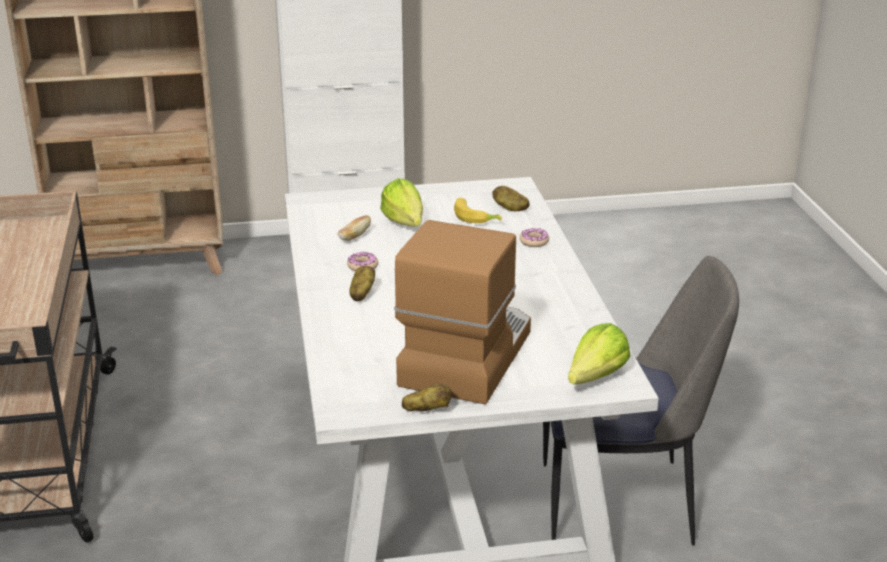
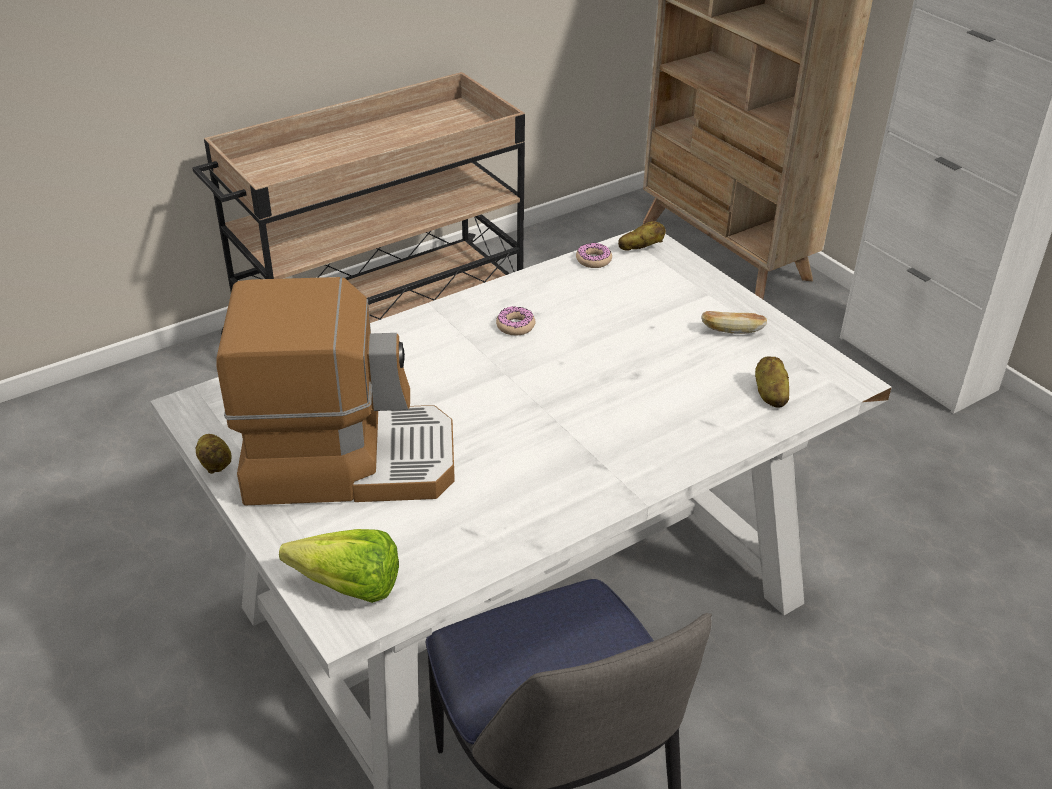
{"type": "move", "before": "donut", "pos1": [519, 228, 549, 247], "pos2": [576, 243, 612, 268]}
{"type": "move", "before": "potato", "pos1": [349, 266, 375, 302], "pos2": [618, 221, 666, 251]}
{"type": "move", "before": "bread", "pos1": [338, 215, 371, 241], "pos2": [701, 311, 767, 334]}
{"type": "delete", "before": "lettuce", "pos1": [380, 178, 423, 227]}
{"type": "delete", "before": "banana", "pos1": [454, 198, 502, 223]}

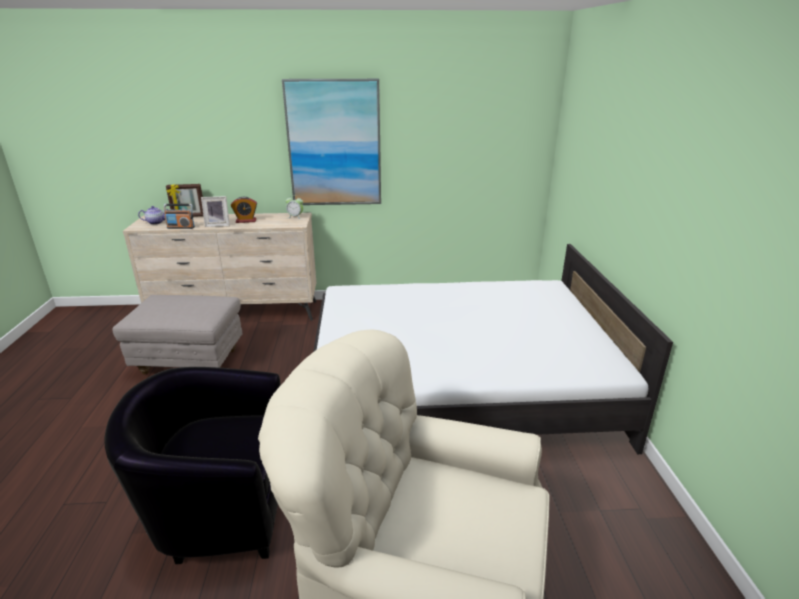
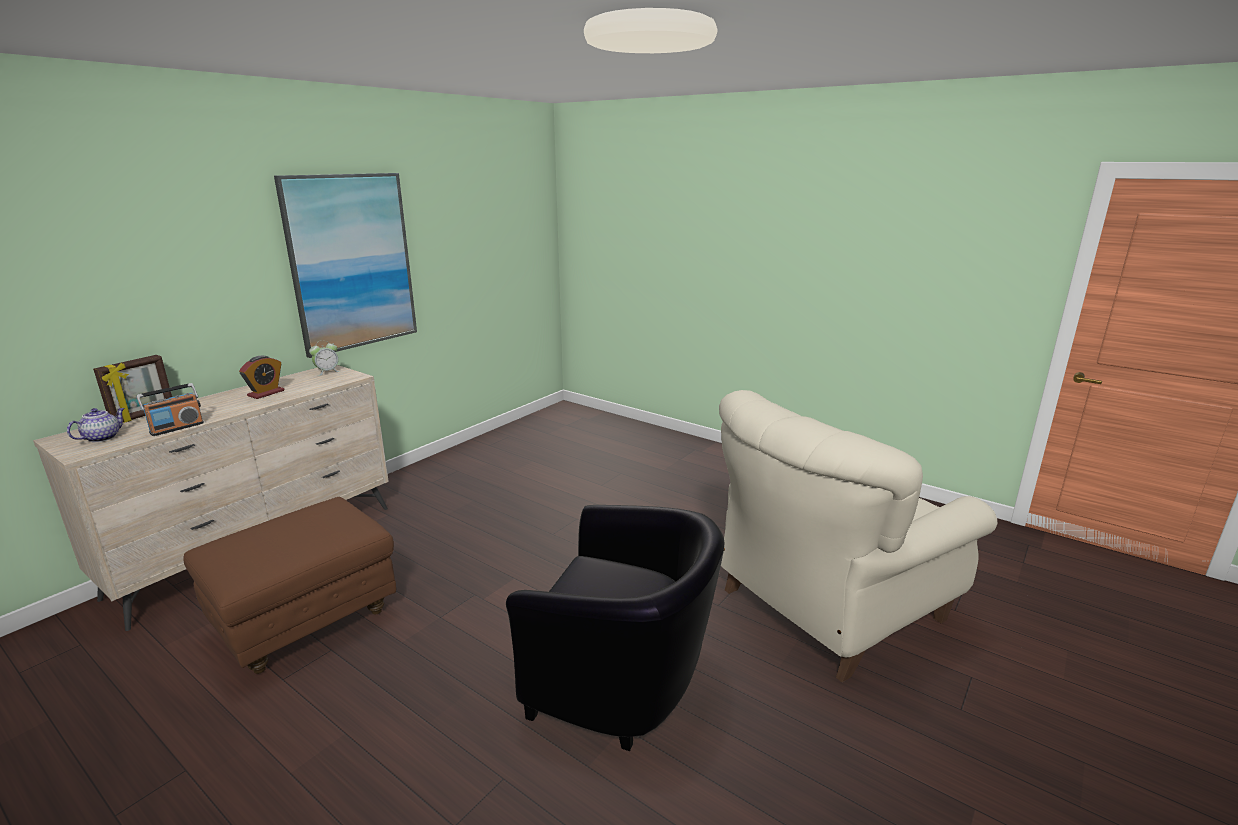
{"type": "recolor", "before": "grey ottoman", "after": "brown ottoman", "pos1": [112, 295, 242, 374], "pos2": [183, 497, 396, 674]}
{"type": "rotate", "before": "black armchair", "pos1": [104, 367, 281, 564], "pos2": [506, 505, 724, 751], "turn": -105}
{"type": "delete", "before": "picture frame", "pos1": [201, 196, 230, 227]}
{"type": "delete", "before": "white bed", "pos1": [313, 244, 673, 454]}

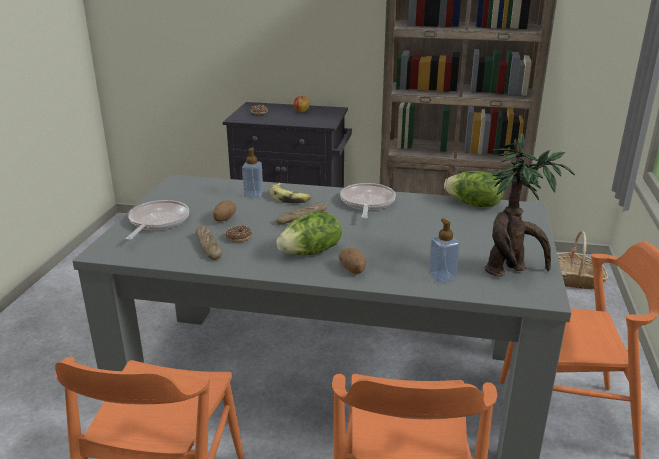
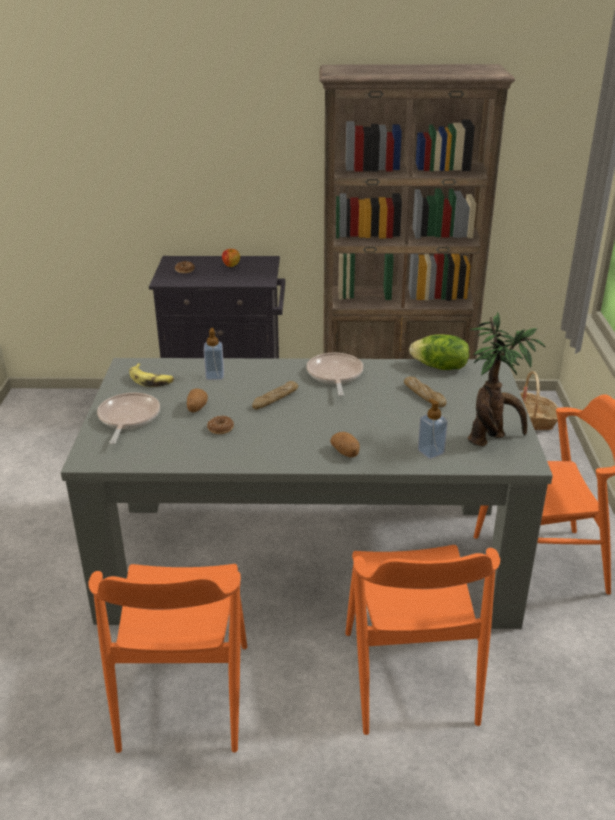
{"type": "move", "before": "banana", "pos1": [270, 183, 311, 204], "pos2": [129, 363, 174, 387]}
{"type": "move", "before": "bread", "pos1": [196, 226, 222, 260], "pos2": [404, 377, 446, 408]}
{"type": "delete", "before": "lettuce", "pos1": [276, 212, 342, 255]}

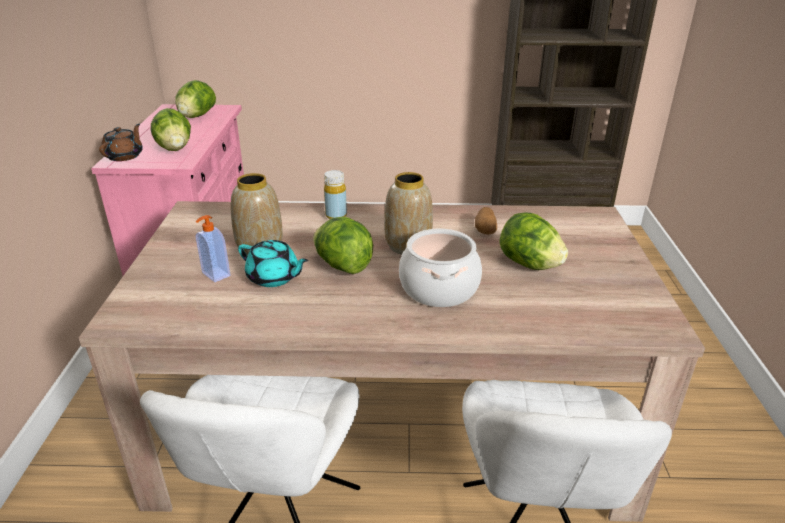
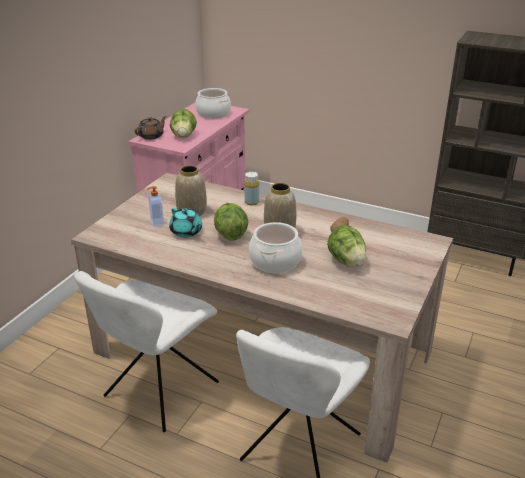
{"type": "replace", "before": "lettuce", "after": "cooking pot", "pos1": [175, 80, 216, 118], "pos2": [195, 88, 231, 119]}

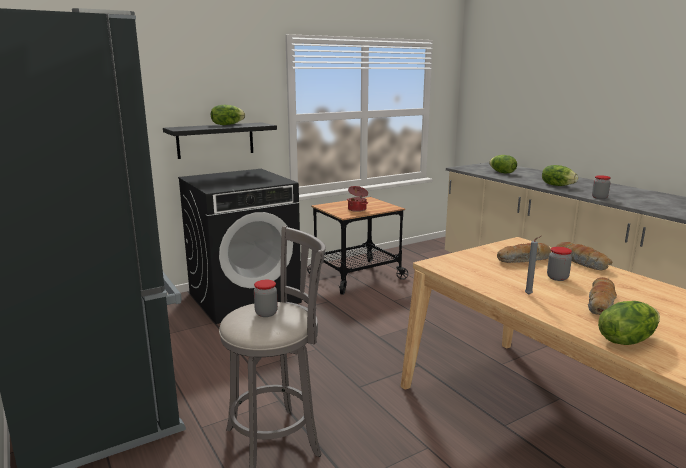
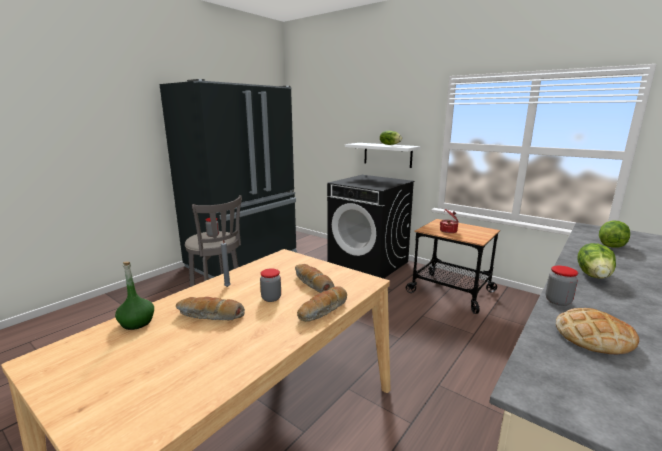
{"type": "replace", "before": "lettuce", "after": "green bottle", "pos1": [598, 301, 660, 345], "pos2": [115, 262, 154, 330]}
{"type": "recolor", "before": "black shelf", "after": "white shelf", "pos1": [163, 122, 277, 159], "pos2": [345, 143, 421, 168]}
{"type": "insert", "after": "bread", "pos2": [556, 308, 639, 354]}

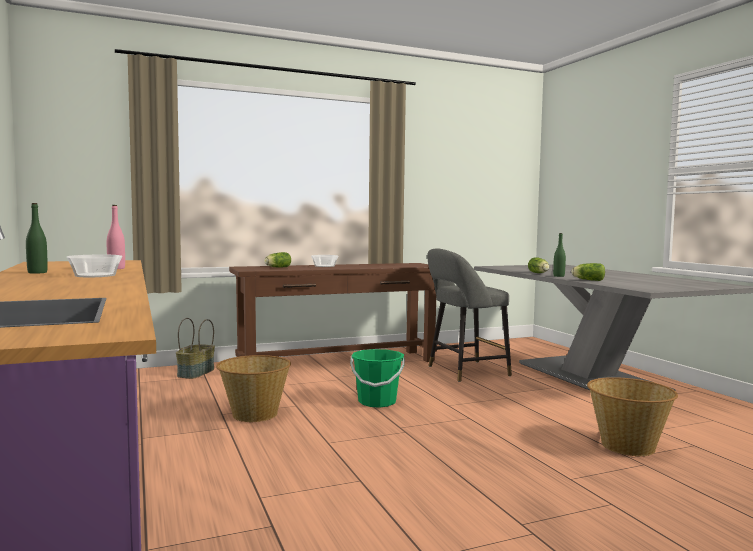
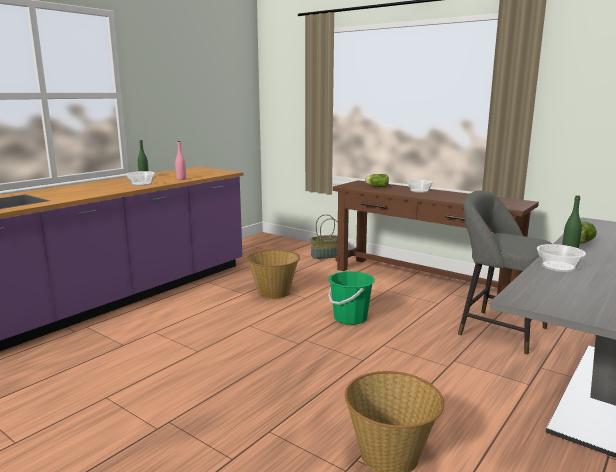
{"type": "replace", "before": "lettuce", "after": "bowl", "pos1": [571, 263, 605, 281], "pos2": [537, 244, 586, 272]}

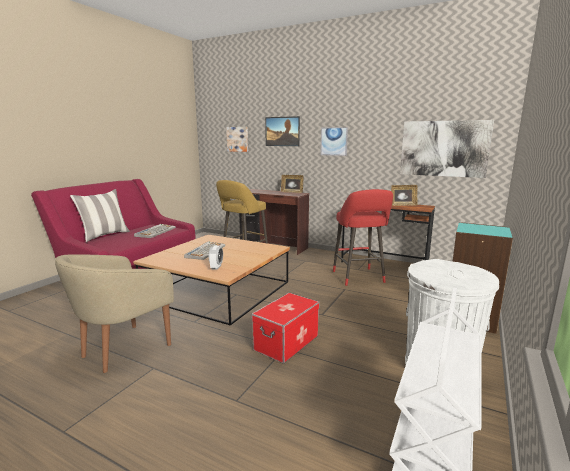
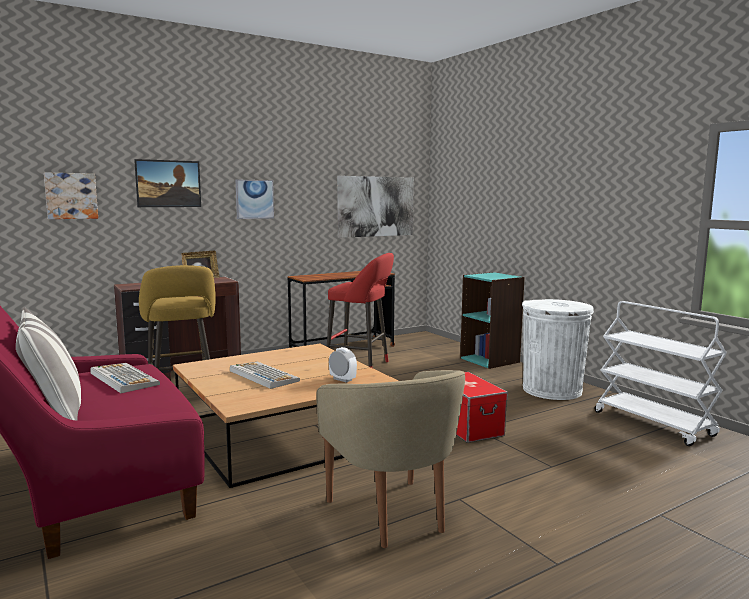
{"type": "delete", "before": "picture frame", "pos1": [391, 185, 418, 206]}

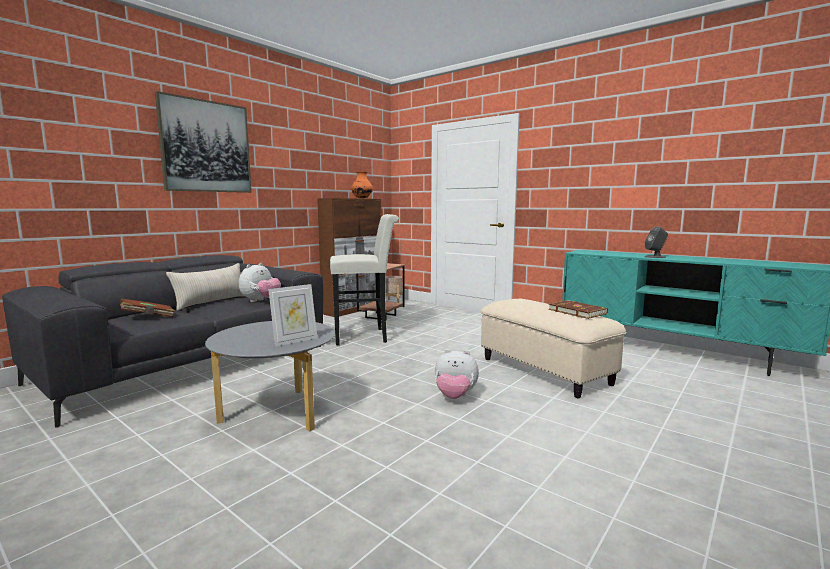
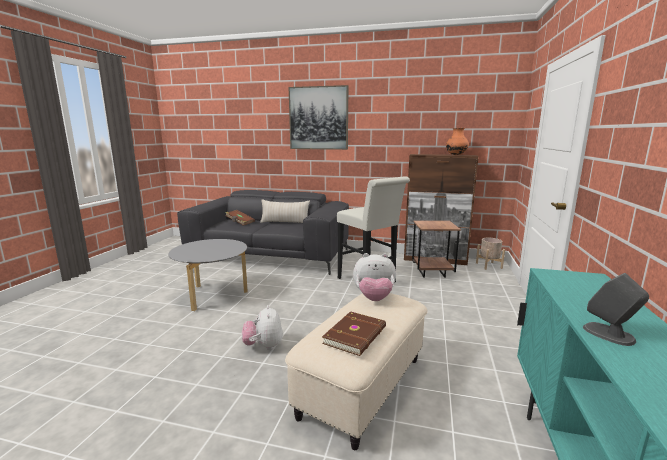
{"type": "move", "before": "plush toy", "pos1": [239, 263, 281, 302], "pos2": [353, 253, 396, 301]}
{"type": "delete", "before": "picture frame", "pos1": [268, 284, 317, 347]}

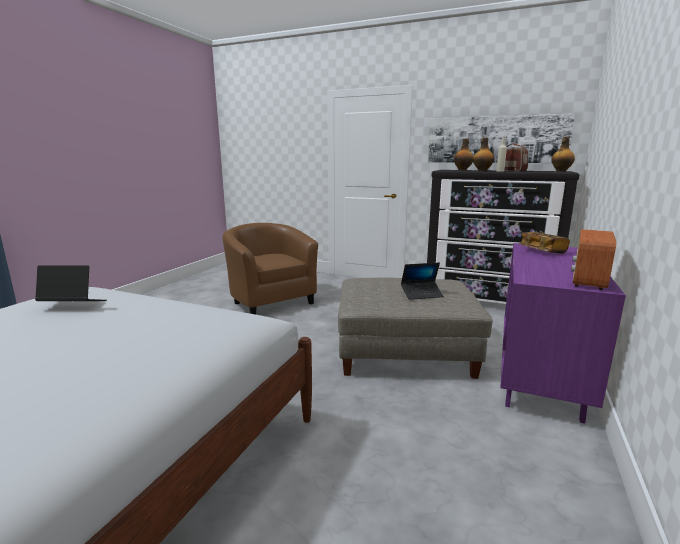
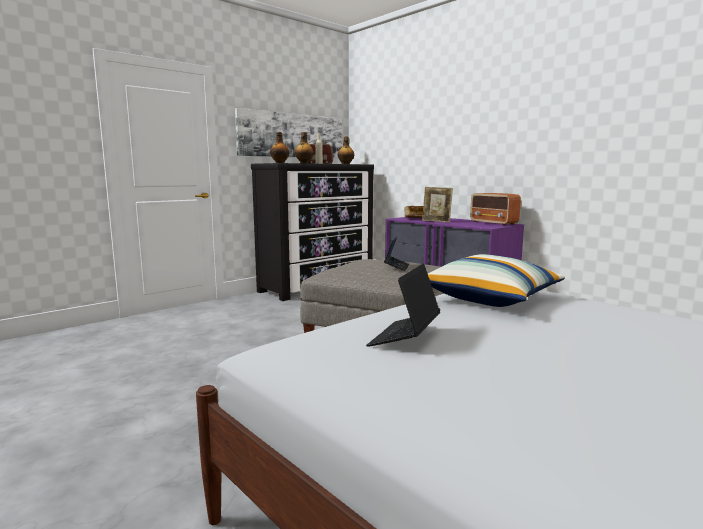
{"type": "insert", "after": "picture frame", "pos2": [422, 187, 453, 223]}
{"type": "insert", "after": "pillow", "pos2": [428, 254, 565, 307]}
{"type": "delete", "before": "brown armchair", "pos1": [223, 223, 318, 314]}

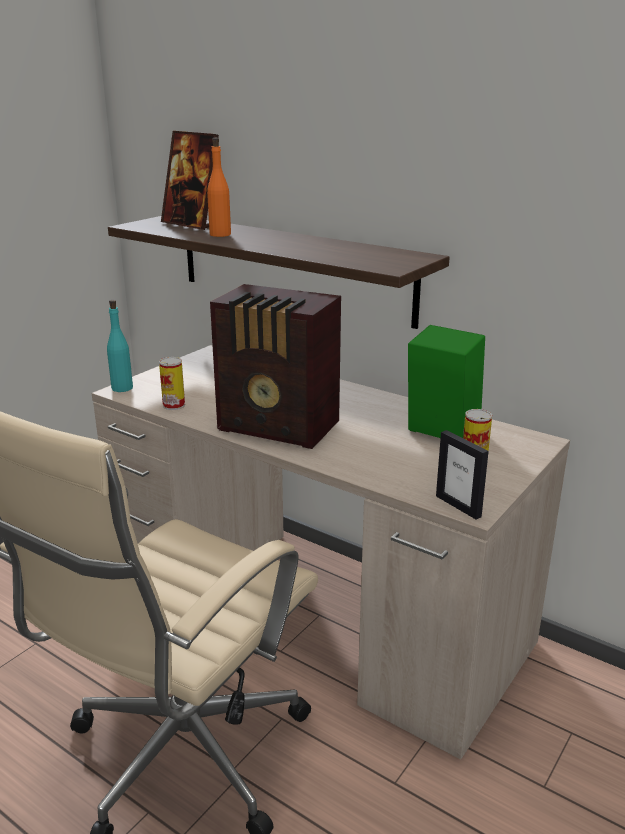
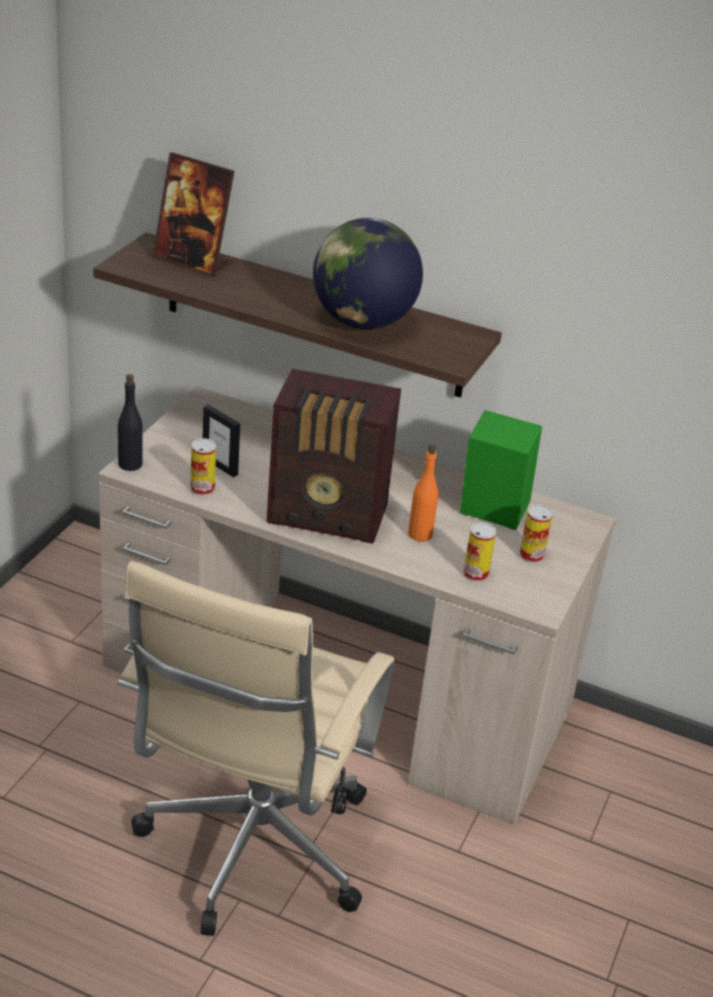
{"type": "recolor", "before": "turquoise bottle", "after": "black bottle", "pos1": [107, 300, 133, 392], "pos2": [118, 374, 143, 471]}
{"type": "move", "before": "picture frame", "pos1": [436, 430, 489, 519], "pos2": [203, 405, 240, 477]}
{"type": "insert", "after": "globe", "pos2": [313, 218, 423, 329]}
{"type": "move", "before": "orange bottle", "pos1": [207, 138, 231, 237], "pos2": [408, 443, 438, 542]}
{"type": "insert", "after": "can", "pos2": [463, 522, 496, 582]}

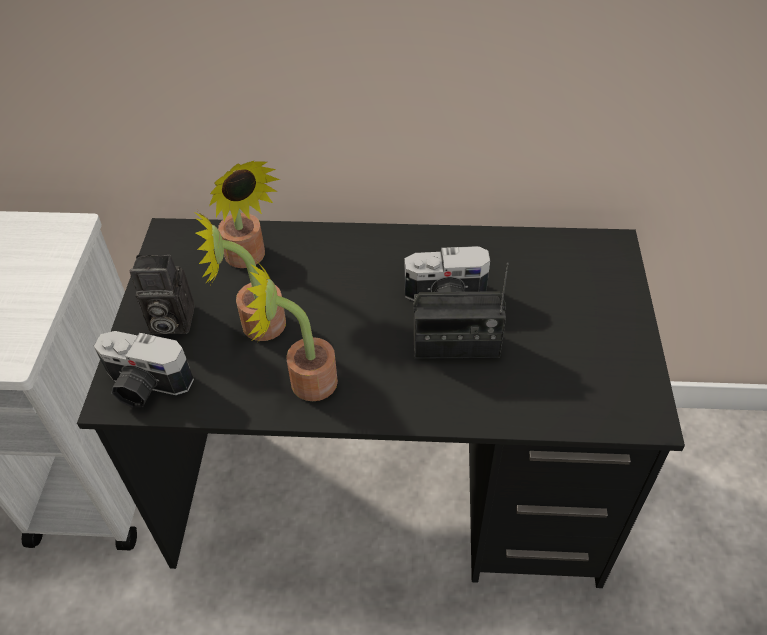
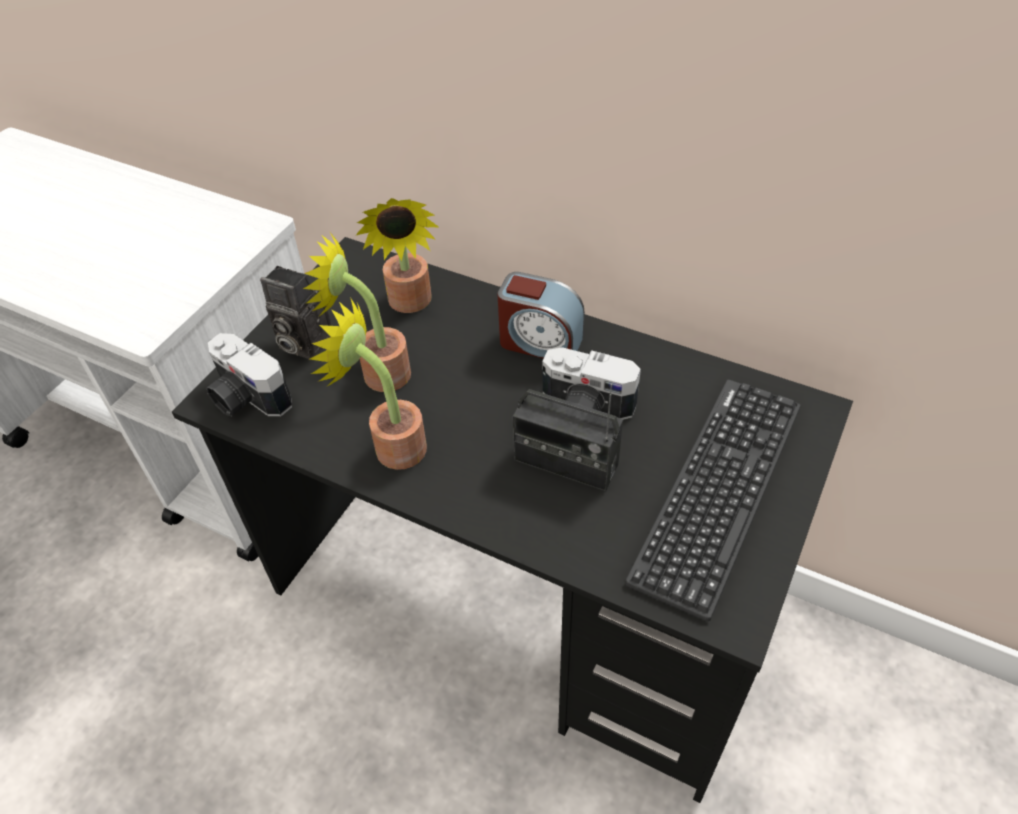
{"type": "insert", "after": "alarm clock", "pos2": [497, 272, 585, 358]}
{"type": "insert", "after": "keyboard", "pos2": [625, 380, 801, 621]}

